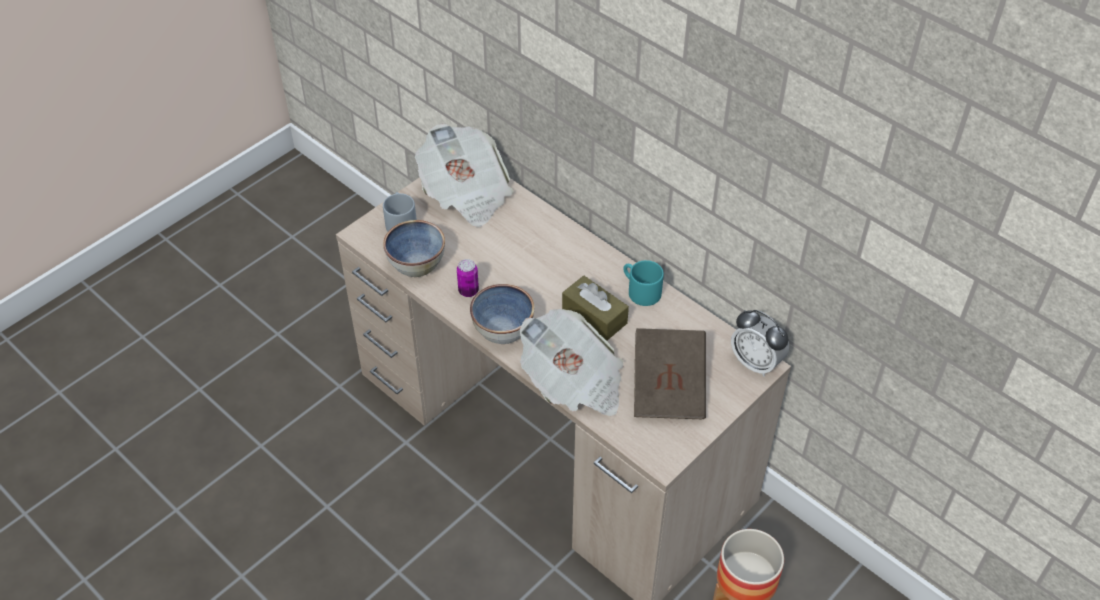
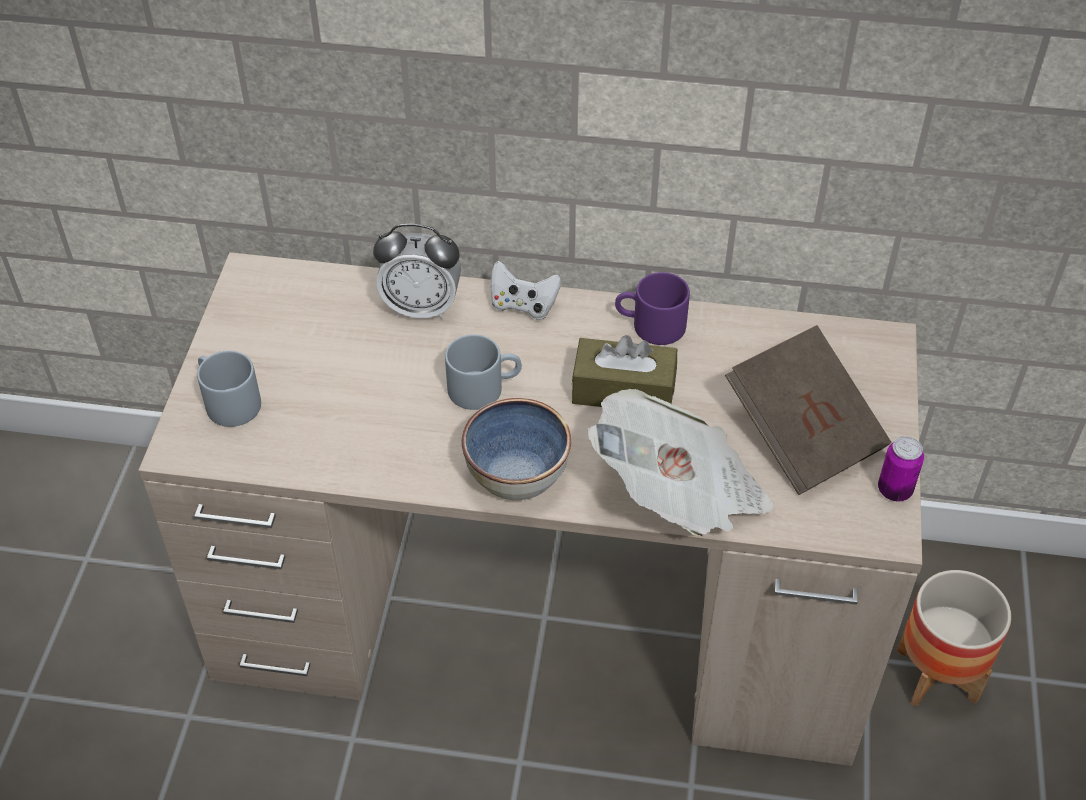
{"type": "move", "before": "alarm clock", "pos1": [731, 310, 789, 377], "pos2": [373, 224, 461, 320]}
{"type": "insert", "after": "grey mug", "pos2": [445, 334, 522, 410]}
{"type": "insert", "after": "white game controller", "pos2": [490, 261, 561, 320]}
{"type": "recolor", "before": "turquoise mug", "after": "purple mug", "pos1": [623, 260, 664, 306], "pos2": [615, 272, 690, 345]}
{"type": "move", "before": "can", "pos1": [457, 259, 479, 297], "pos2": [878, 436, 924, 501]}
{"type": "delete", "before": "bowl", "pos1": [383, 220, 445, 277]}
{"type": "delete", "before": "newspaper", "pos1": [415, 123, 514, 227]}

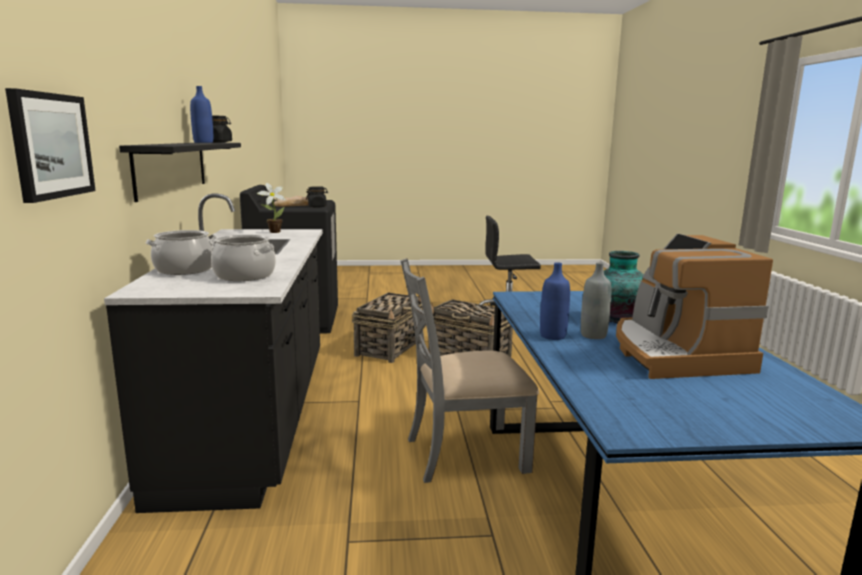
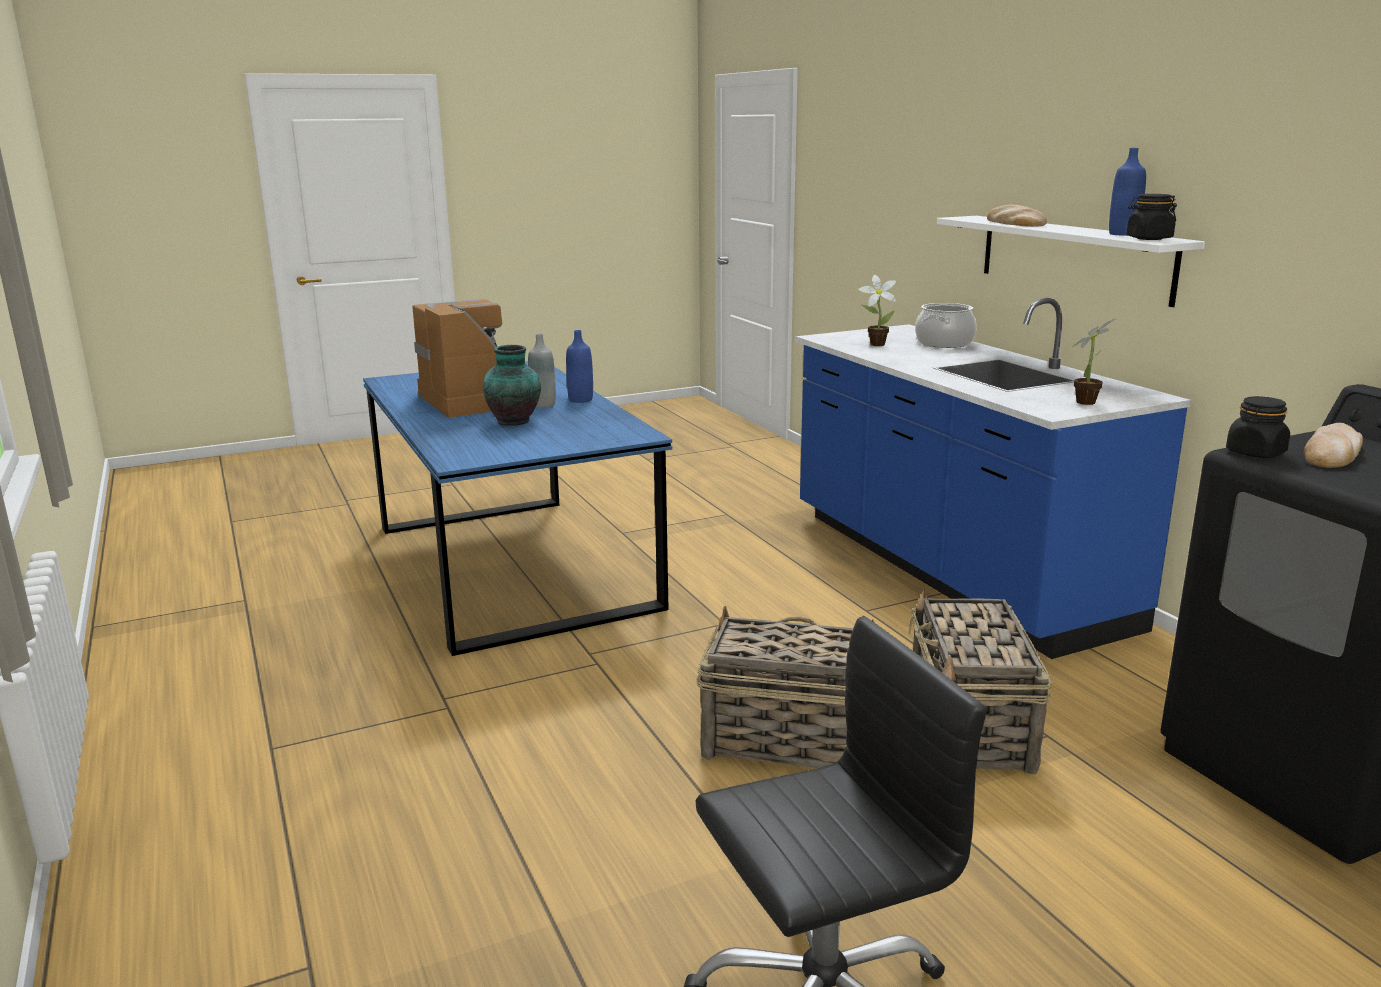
{"type": "recolor", "before": "black counter", "after": "blue counter", "pos1": [104, 193, 323, 513], "pos2": [795, 298, 1191, 659]}
{"type": "replace", "before": "cooking pot", "after": "potted plant", "pos1": [211, 235, 276, 281], "pos2": [858, 275, 896, 346]}
{"type": "recolor", "before": "black shelf", "after": "white shelf", "pos1": [119, 142, 241, 202], "pos2": [937, 216, 1205, 307]}
{"type": "insert", "after": "bread", "pos2": [987, 205, 1047, 227]}
{"type": "delete", "before": "picture", "pos1": [5, 88, 96, 203]}
{"type": "delete", "before": "grey chair", "pos1": [401, 258, 539, 483]}

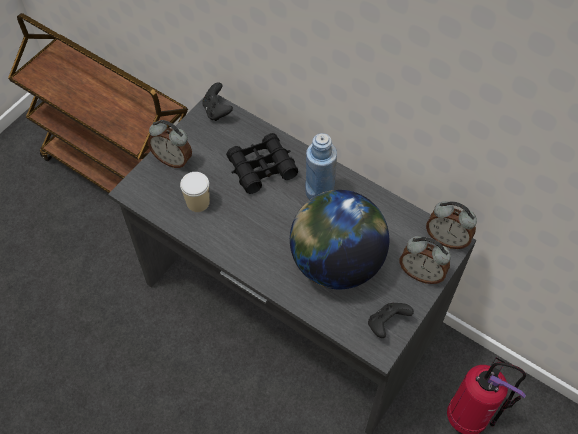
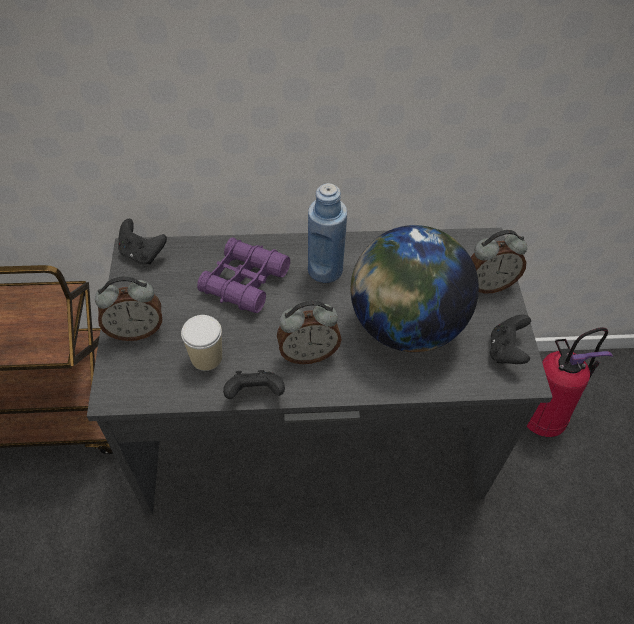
{"type": "recolor", "before": "black binoculars", "after": "purple binoculars", "pos1": [226, 133, 298, 194], "pos2": [197, 238, 290, 313]}
{"type": "insert", "after": "black game controller", "pos2": [223, 370, 285, 399]}
{"type": "move", "before": "alarm clock", "pos1": [426, 201, 477, 249], "pos2": [277, 300, 342, 364]}

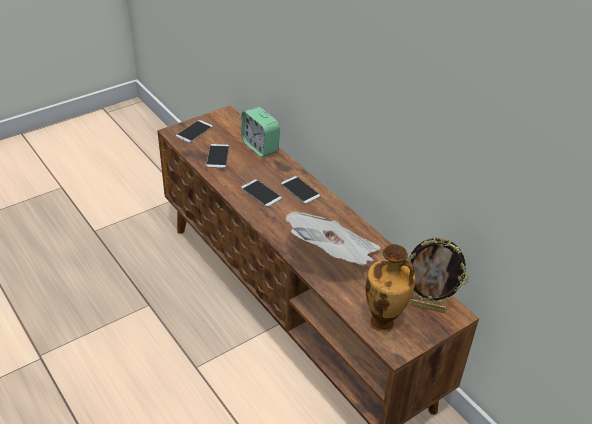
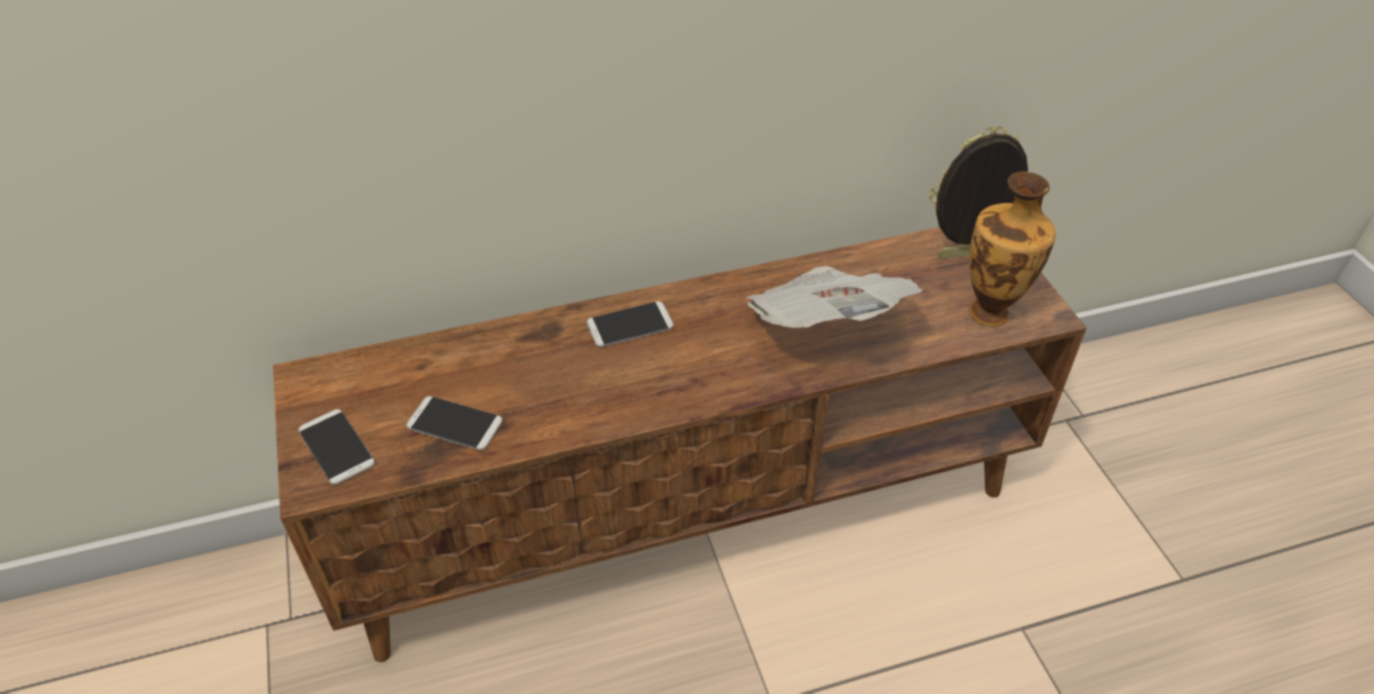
{"type": "rotate", "before": "picture frame", "pos1": [407, 237, 469, 313], "pos2": [929, 126, 1028, 259], "turn": -135}
{"type": "delete", "before": "alarm clock", "pos1": [241, 107, 280, 157]}
{"type": "delete", "before": "phone", "pos1": [241, 179, 282, 207]}

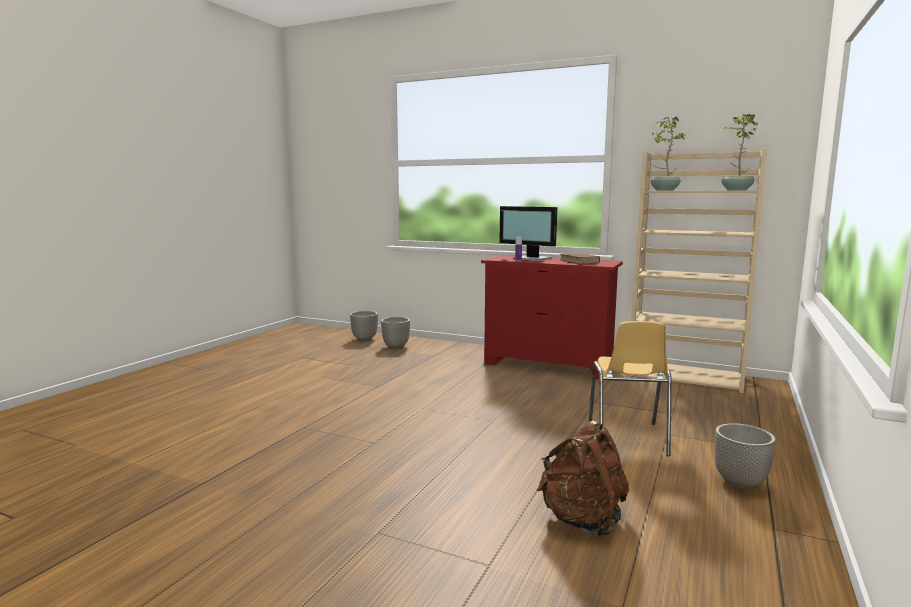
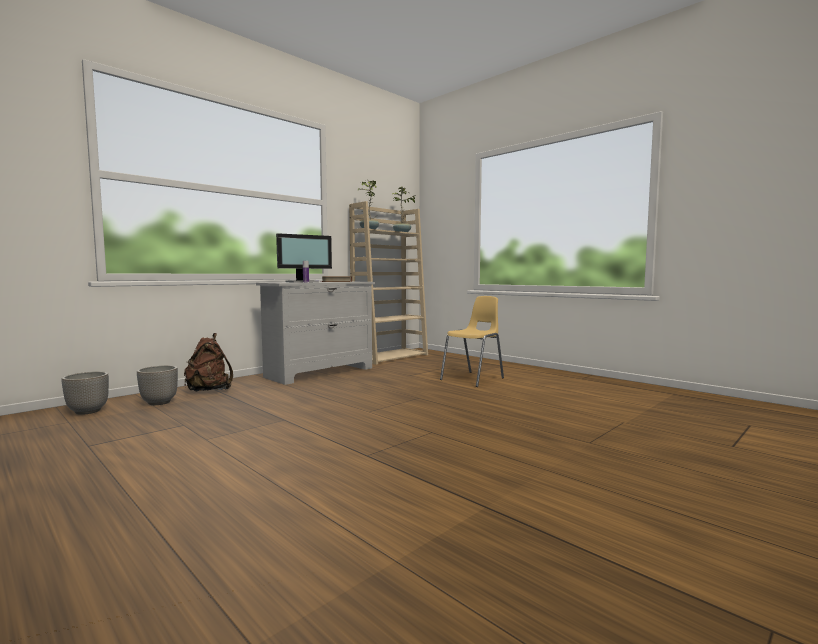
{"type": "move", "before": "brown backpack", "pos1": [537, 420, 629, 538], "pos2": [184, 333, 233, 391]}
{"type": "recolor", "before": "red dresser", "after": "white dresser", "pos1": [481, 255, 623, 379], "pos2": [256, 281, 375, 385]}
{"type": "rotate", "before": "yellow chair", "pos1": [589, 321, 672, 456], "pos2": [440, 296, 504, 387], "turn": -75}
{"type": "delete", "before": "planter", "pos1": [715, 423, 776, 489]}

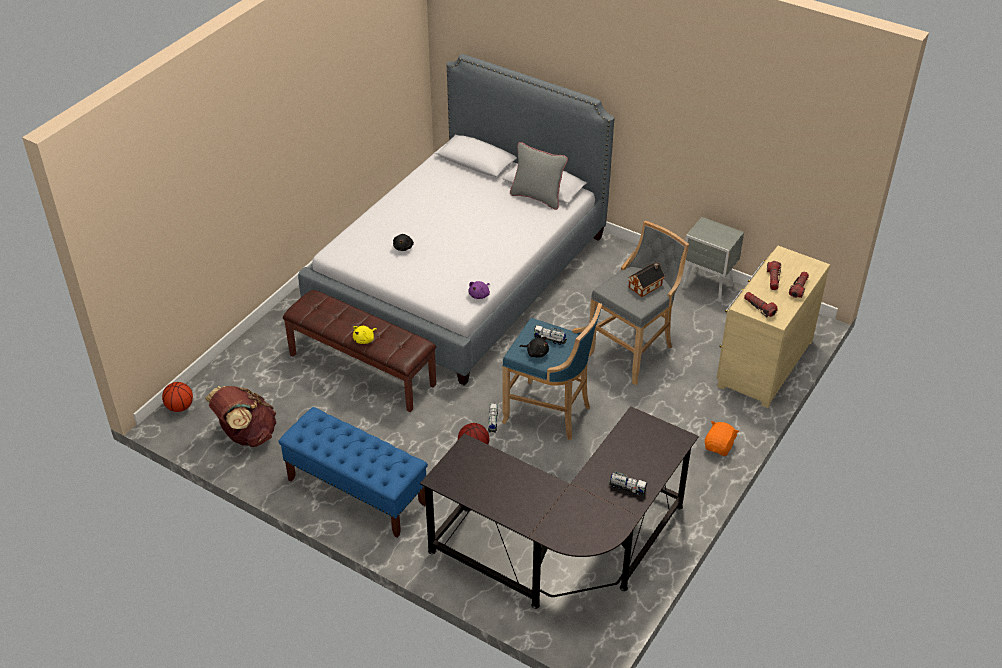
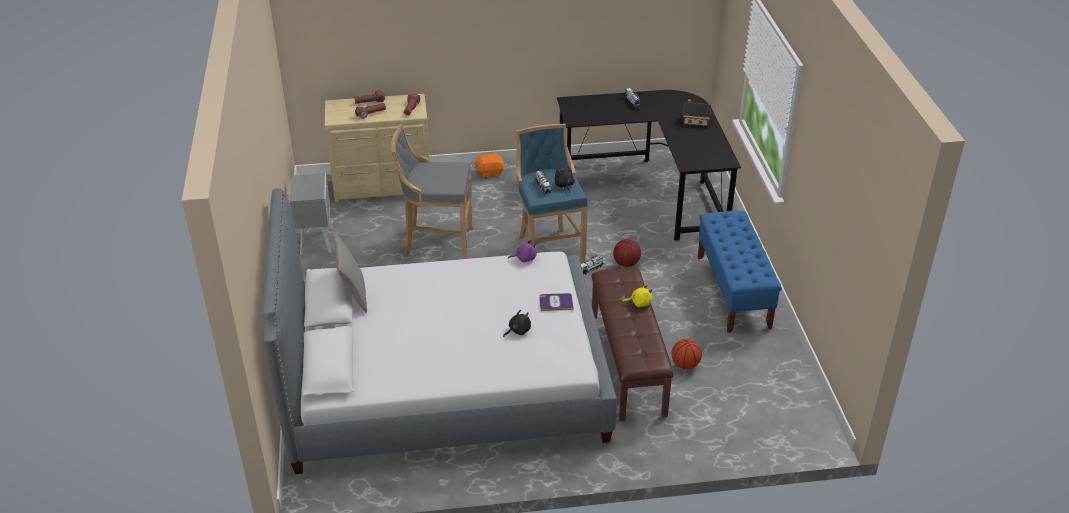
{"type": "insert", "after": "book", "pos2": [539, 293, 574, 311]}
{"type": "move", "before": "basketball", "pos1": [162, 382, 193, 412], "pos2": [671, 339, 702, 369]}
{"type": "move", "before": "toy house", "pos1": [628, 262, 665, 297], "pos2": [683, 99, 711, 126]}
{"type": "delete", "before": "brown backpack", "pos1": [205, 386, 276, 447]}

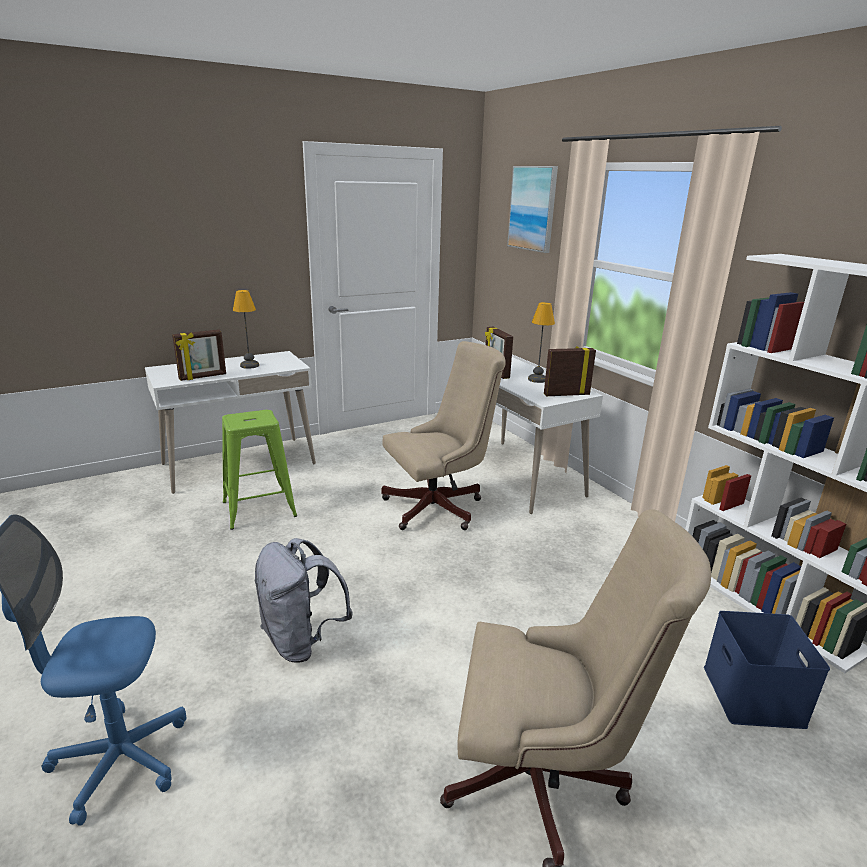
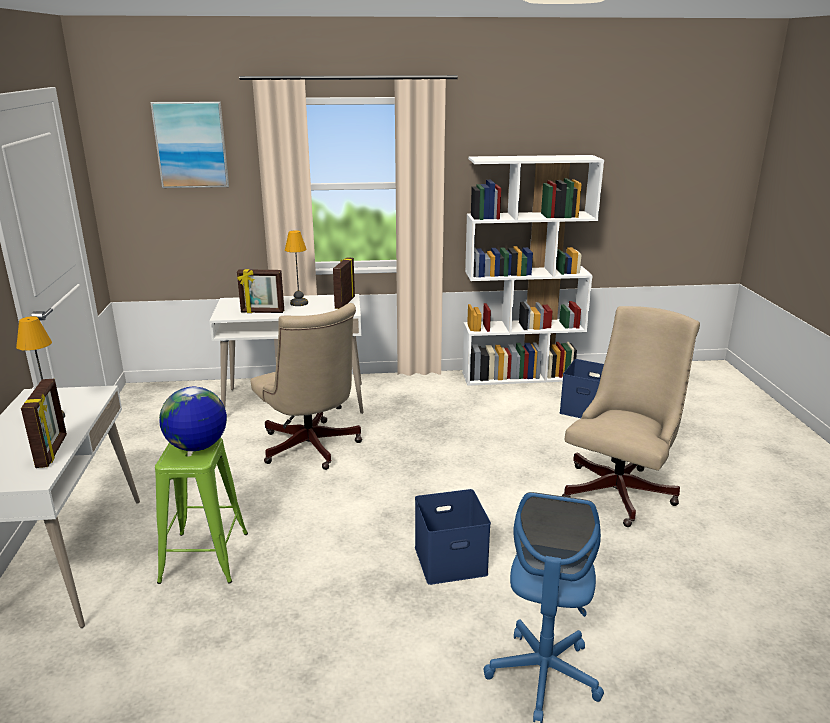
{"type": "insert", "after": "globe", "pos2": [159, 387, 227, 451]}
{"type": "rotate", "before": "beige office chair", "pos1": [381, 341, 506, 530], "pos2": [250, 303, 362, 470], "turn": 150}
{"type": "replace", "before": "grey backpack", "after": "blue storage box", "pos1": [255, 538, 353, 663], "pos2": [415, 489, 491, 585]}

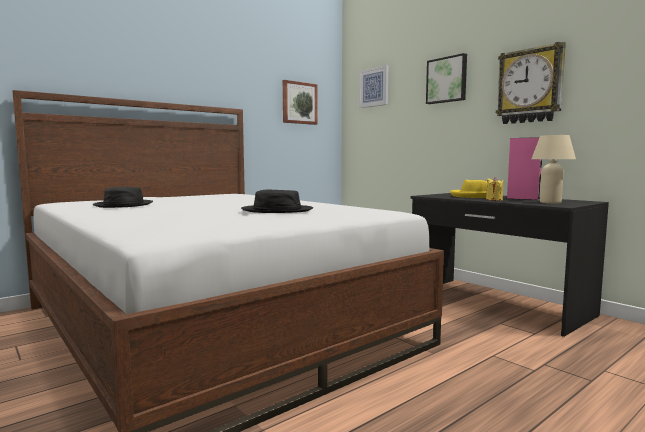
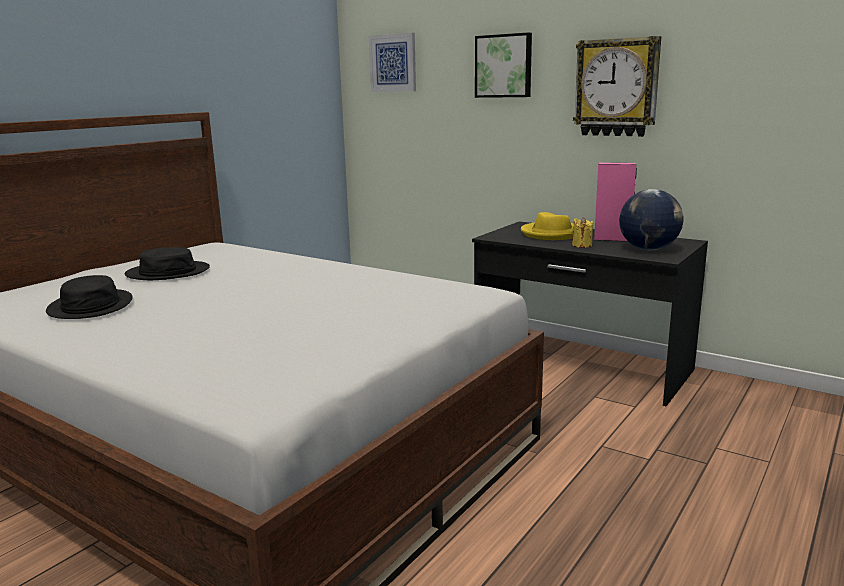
{"type": "move", "before": "black hat", "pos1": [241, 190, 313, 213], "pos2": [125, 247, 210, 280]}
{"type": "replace", "before": "beige table lamp", "after": "globe", "pos1": [531, 135, 576, 204], "pos2": [619, 189, 683, 250]}
{"type": "delete", "before": "picture", "pos1": [283, 80, 318, 125]}

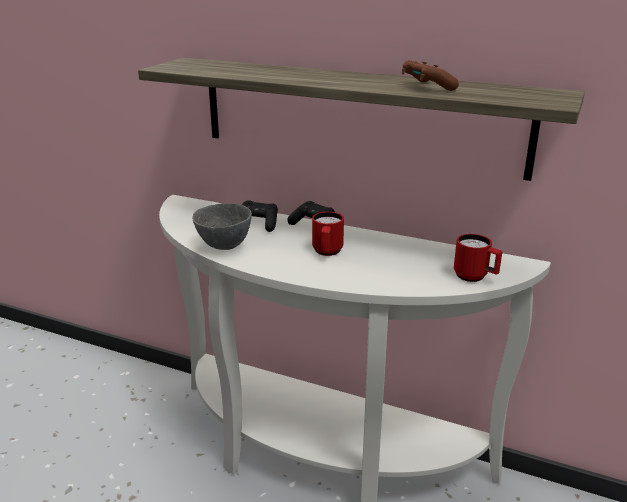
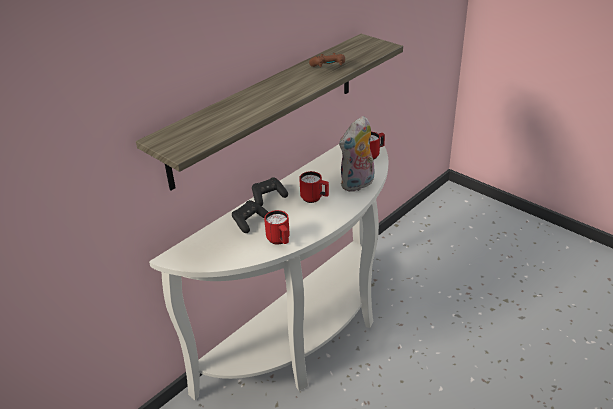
{"type": "replace", "before": "grey bowl", "after": "red mug", "pos1": [192, 203, 252, 250], "pos2": [264, 210, 290, 245]}
{"type": "insert", "after": "plush toy", "pos2": [339, 116, 374, 192]}

